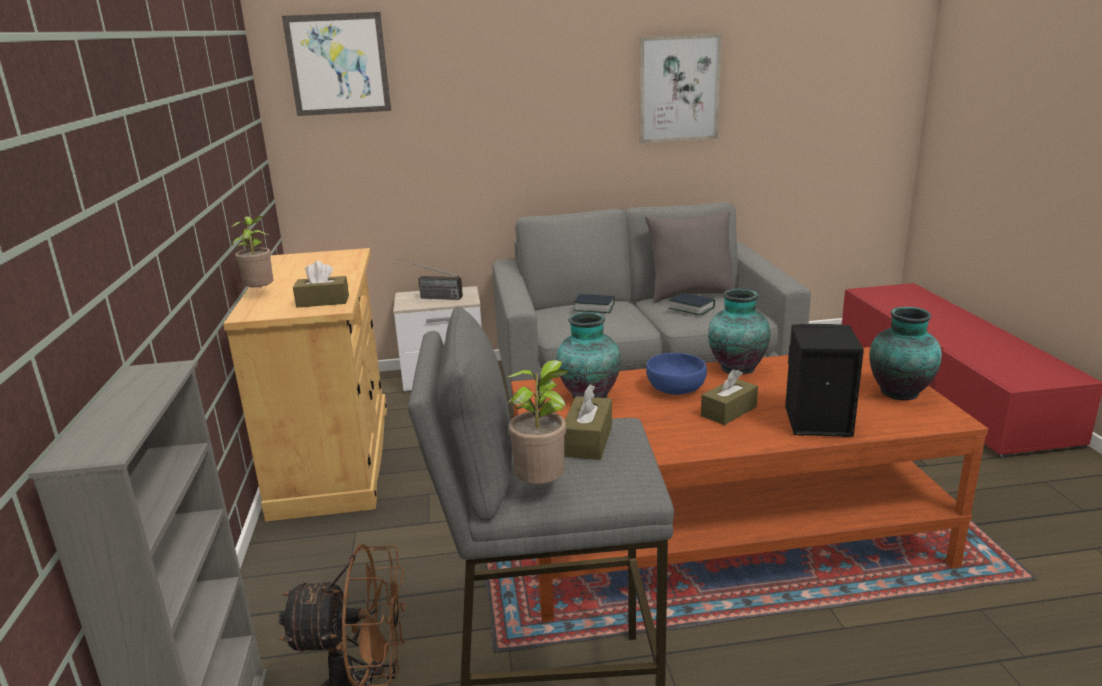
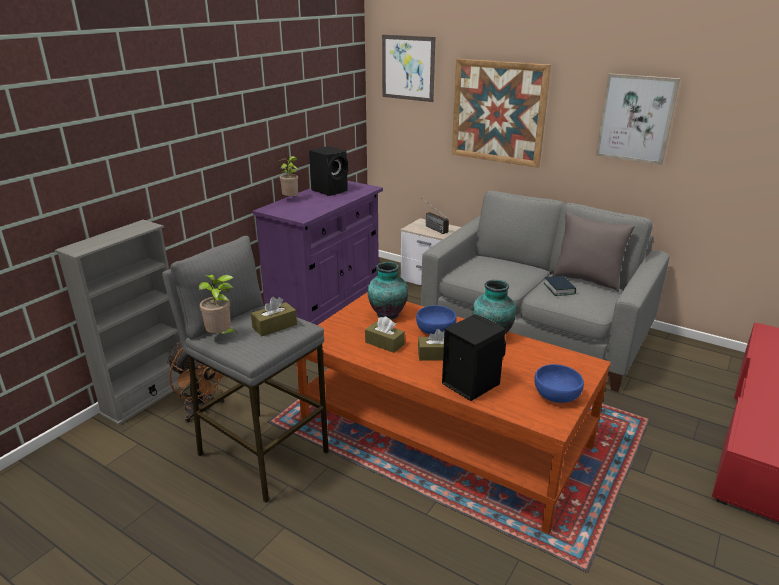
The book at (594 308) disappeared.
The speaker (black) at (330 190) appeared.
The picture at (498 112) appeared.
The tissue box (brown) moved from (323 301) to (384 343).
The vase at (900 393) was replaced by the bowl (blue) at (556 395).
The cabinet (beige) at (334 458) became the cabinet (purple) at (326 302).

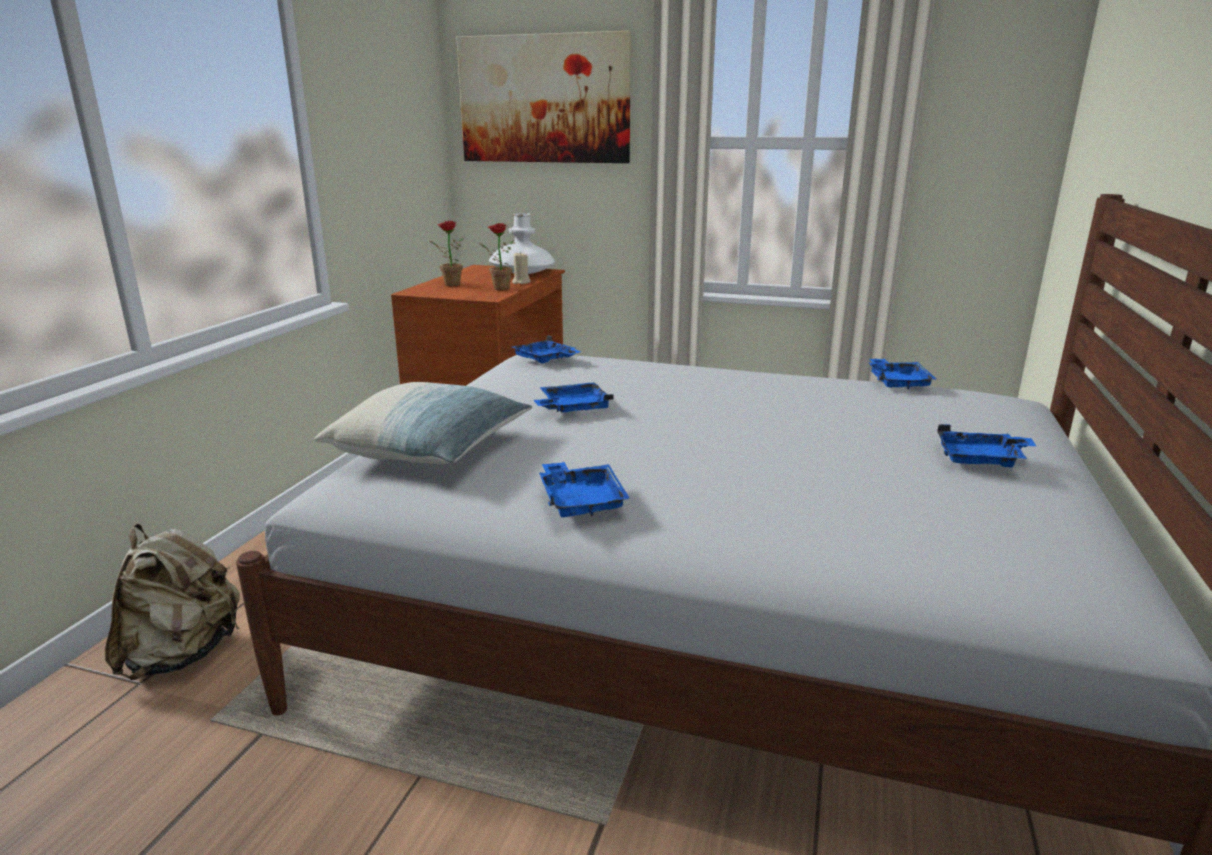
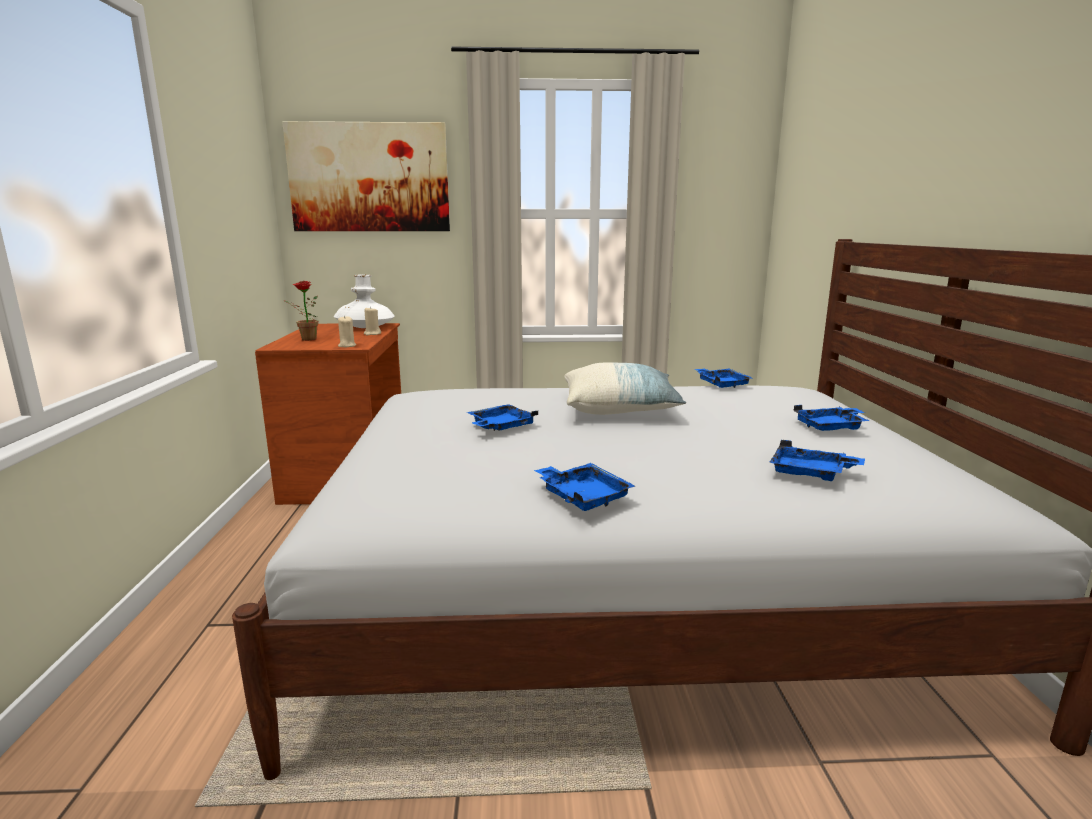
The backpack (beige) at (182 654) disappeared.
The potted plant at (498 288) disappeared.
The candle (beige) at (347 346) appeared.
The pillow moved from (431 450) to (620 409).
The tray (blue) moved from (545 359) to (811 473).

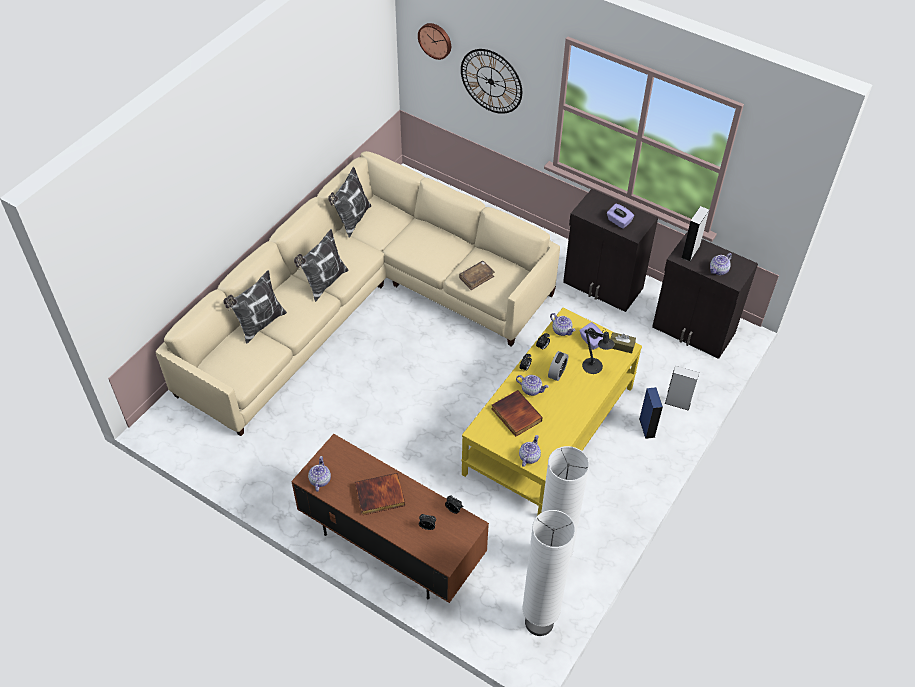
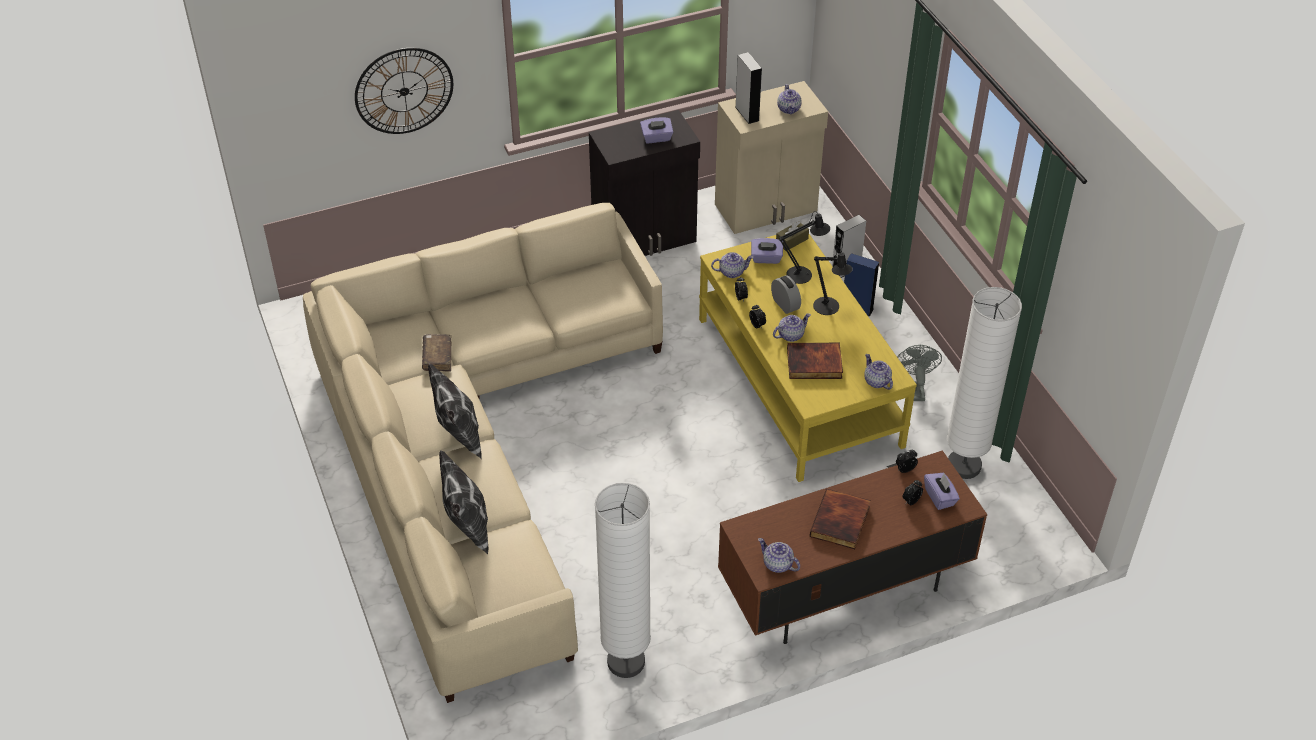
The pillow at (352 220) disappeared.
The wall clock at (435 40) disappeared.
The table lamp (black) at (828 308) appeared.
The fan (grey) at (915 388) appeared.
The tissue box (purple) at (940 497) appeared.
The book (brown) moved from (476 278) to (437 357).
The floor lamp (white) moved from (539 622) to (626 662).
The cabinet (black) at (693 331) became the cabinet (beige) at (767 208).

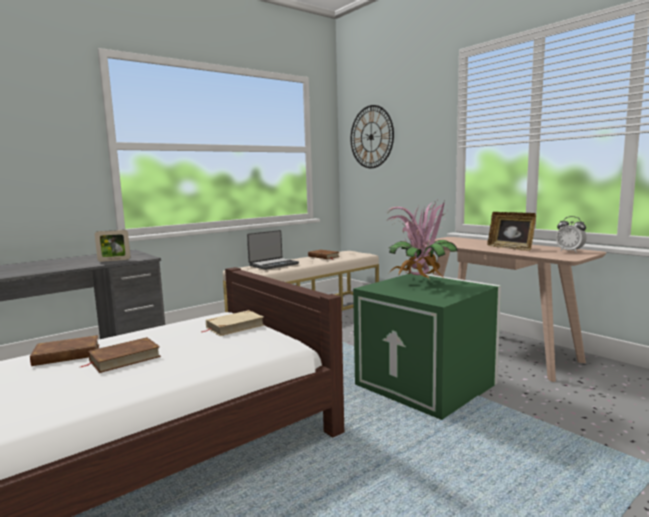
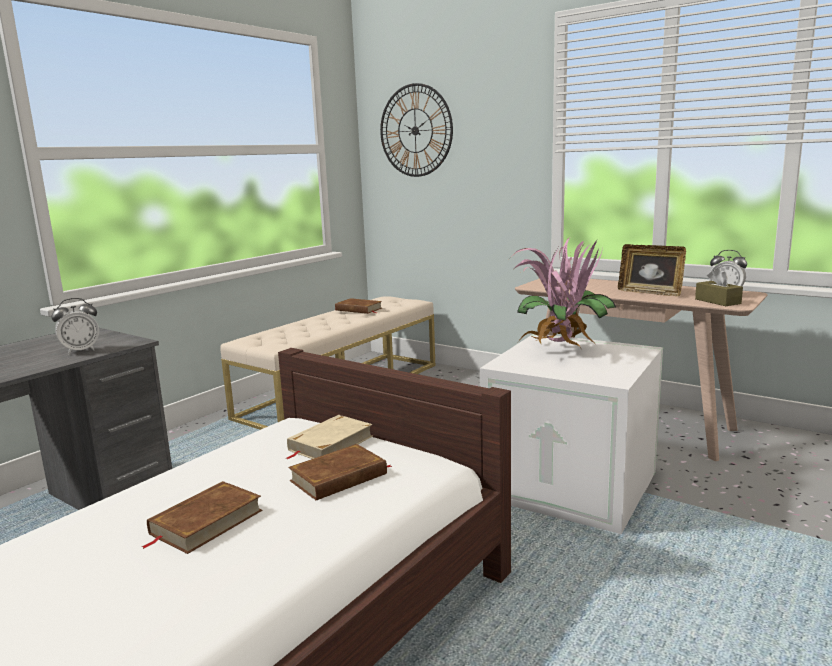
The laptop at (273 264) disappeared.
The tissue box (brown) at (717 301) appeared.
The book (brown) moved from (67 355) to (339 477).
The picture frame at (114 260) was replaced by the alarm clock at (80 351).
The storage box (green) at (428 384) became the storage box (white) at (574 485).

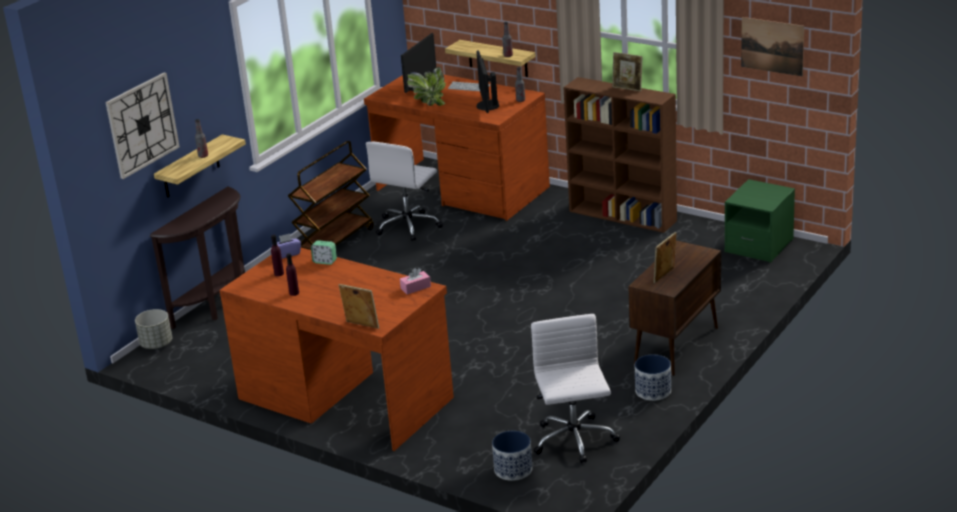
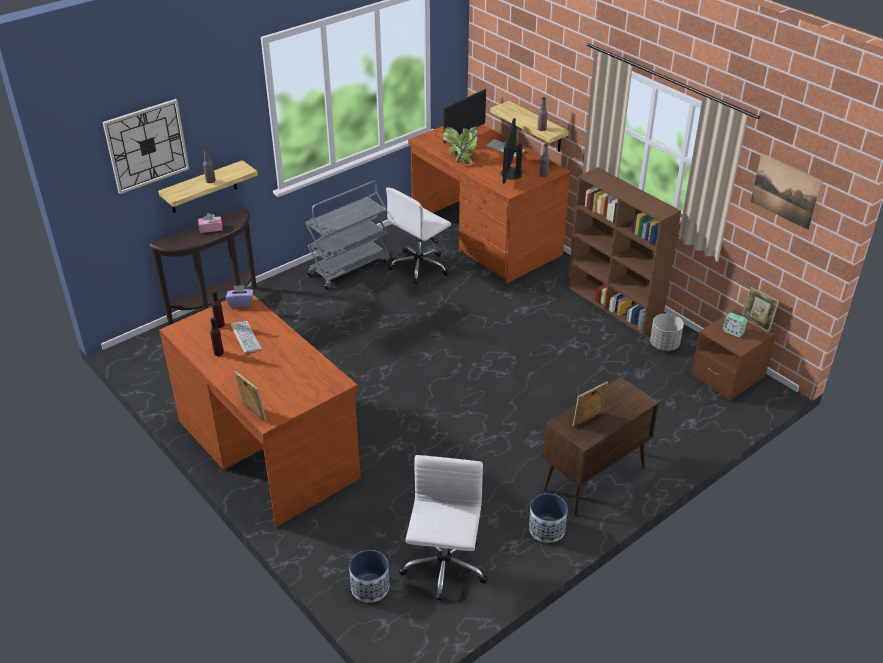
The keyboard at (246 337) appeared.
The planter (grey) moved from (156 344) to (664 345).
The alarm clock moved from (325 261) to (733 332).
The tissue box (pink) moved from (415 287) to (211 228).
The picture frame moved from (627 89) to (756 324).
The cart (brown) at (334 242) became the cart (grey) at (349 267).
The nightstand (green) at (759 246) became the nightstand (brown) at (727 376).

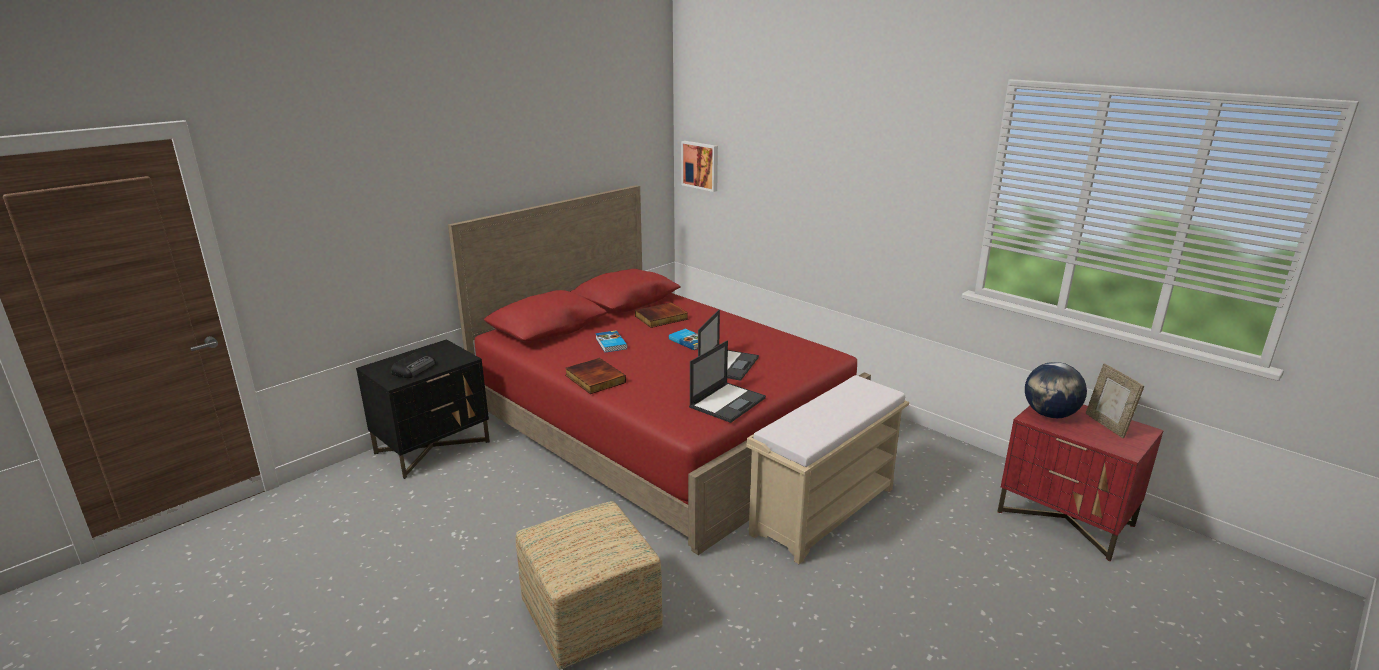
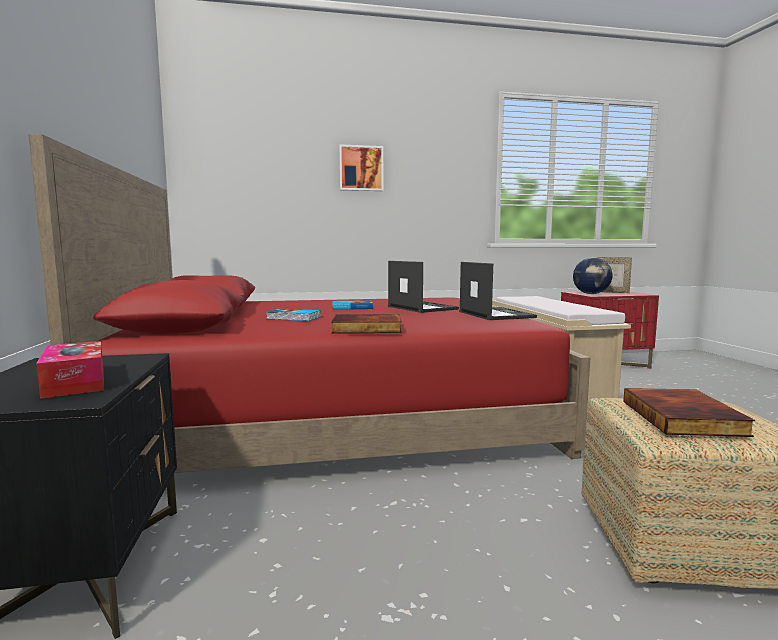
The book moved from (661 318) to (684 418).
The picture moved from (701 165) to (361 168).
The radio at (414 369) was replaced by the tissue box at (75 382).

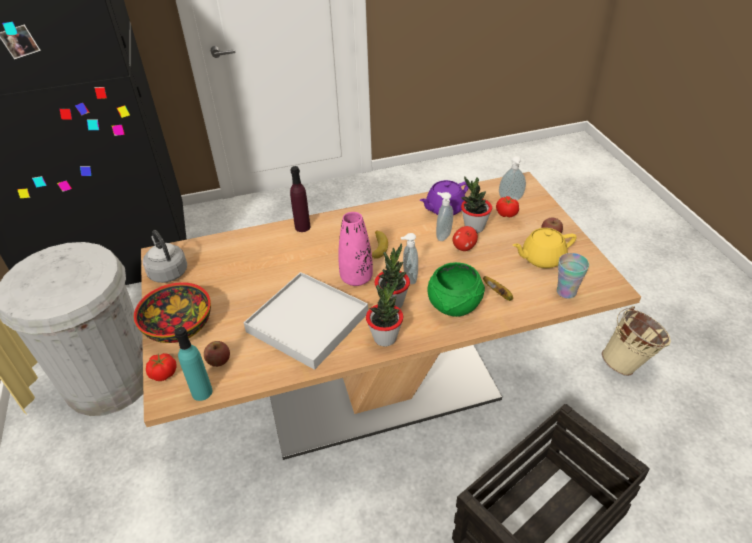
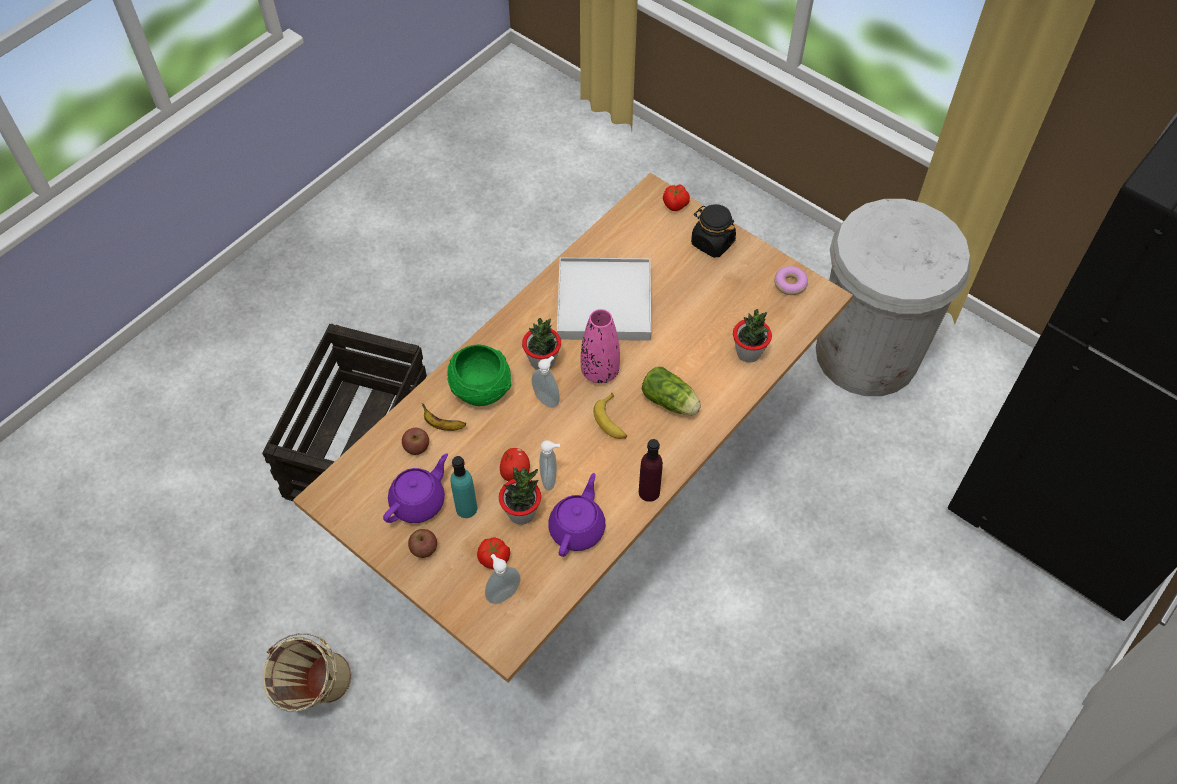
The cup at (566 292) disappeared.
The lettuce at (671 402) appeared.
The bottle (turquoise) moved from (202 392) to (466 508).
The apple moved from (219 360) to (416 447).
The bottle (purple) moved from (302 227) to (649 492).
The potted plant moved from (385 338) to (748 353).
The bowl at (178 326) was replaced by the jar (black) at (712 242).
The kettle (grey) at (167 272) was replaced by the donut at (790 284).
The teapot (yellow) at (541 258) became the teapot (purple) at (419 501).

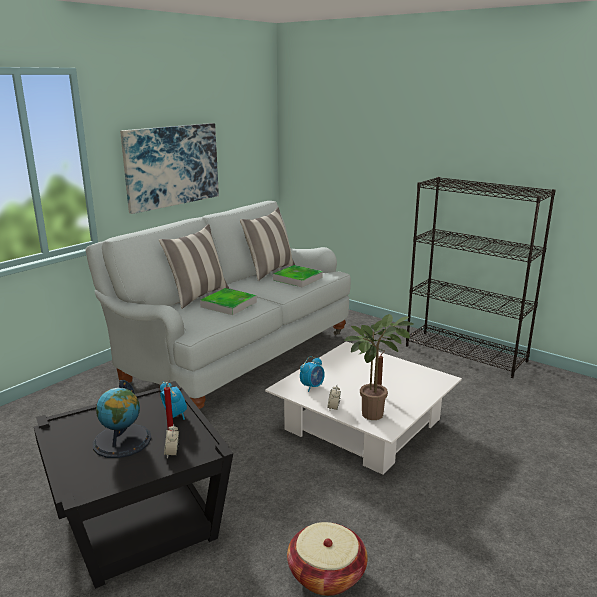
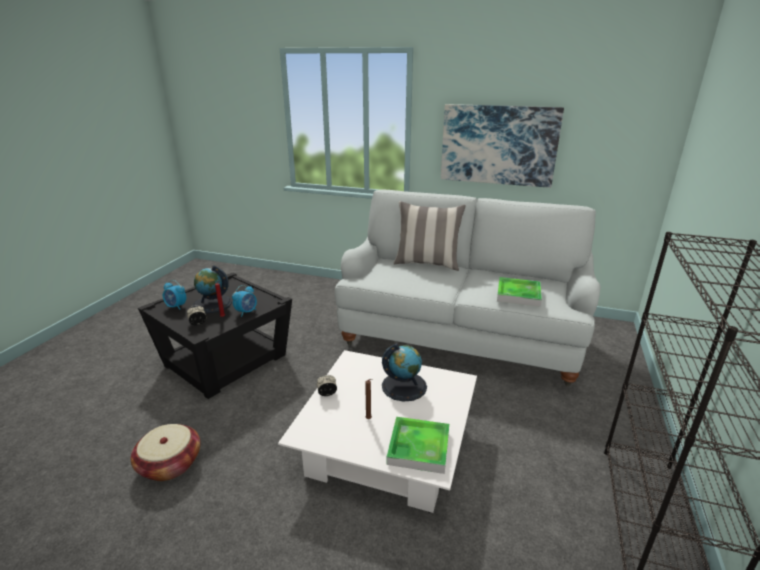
The pillow at (269 271) disappeared.
The potted plant at (374 412) disappeared.
The globe at (404 386) appeared.
The tray moved from (228 304) to (418 447).
The alarm clock moved from (312 386) to (176 307).

